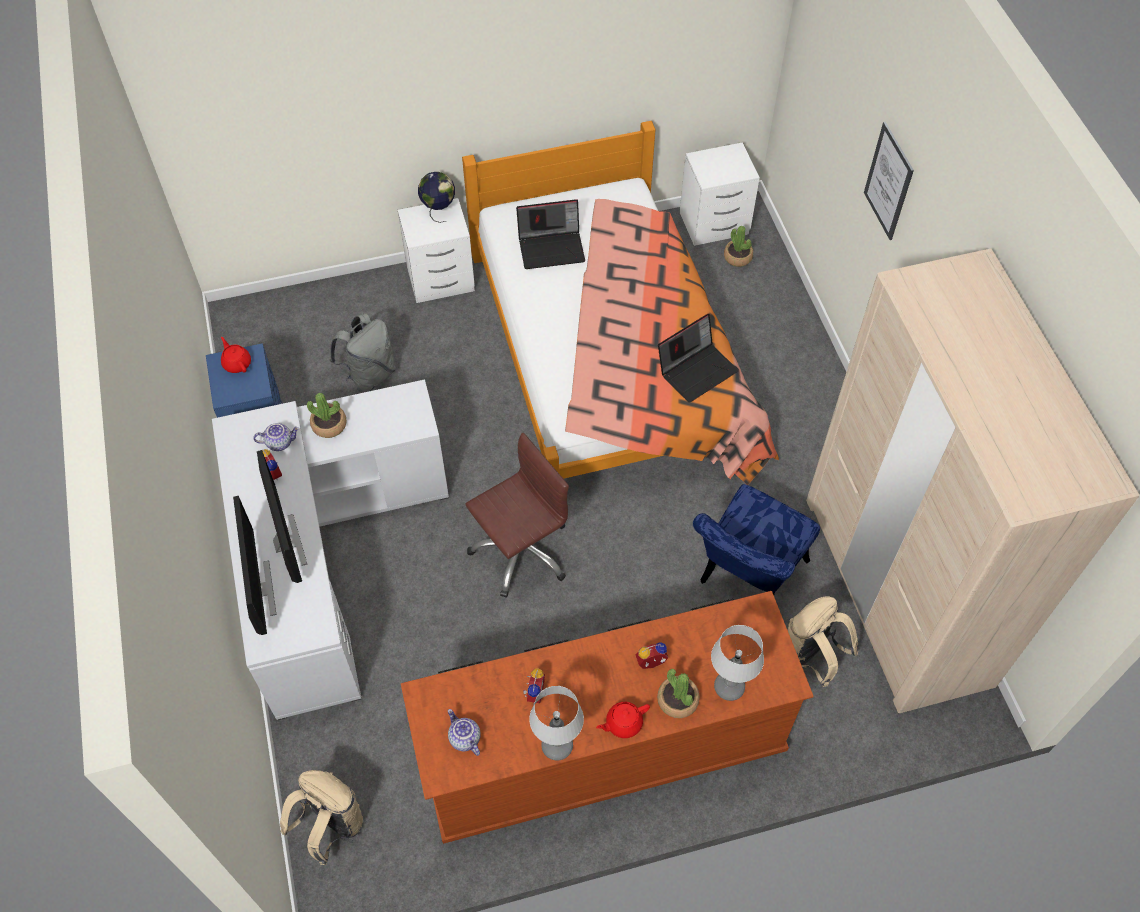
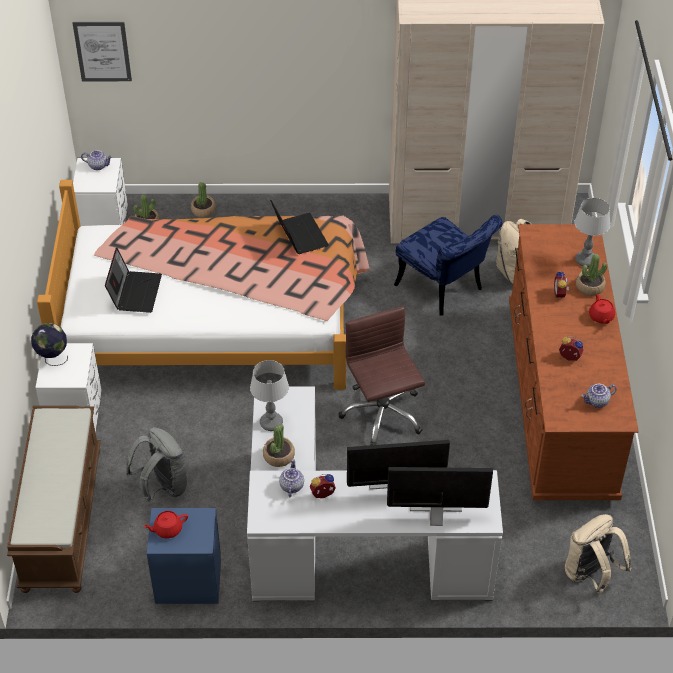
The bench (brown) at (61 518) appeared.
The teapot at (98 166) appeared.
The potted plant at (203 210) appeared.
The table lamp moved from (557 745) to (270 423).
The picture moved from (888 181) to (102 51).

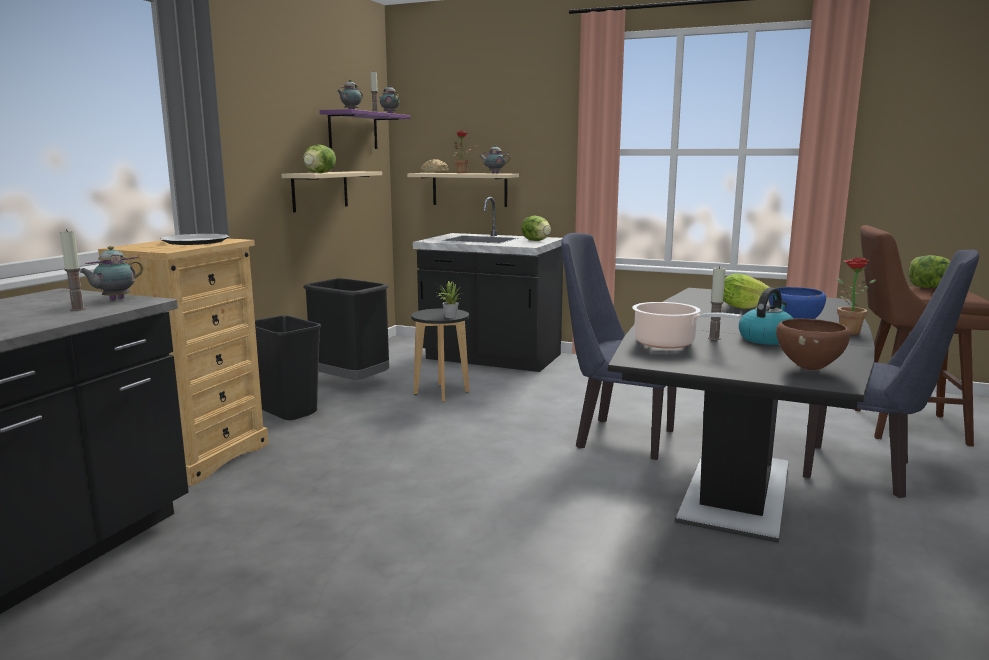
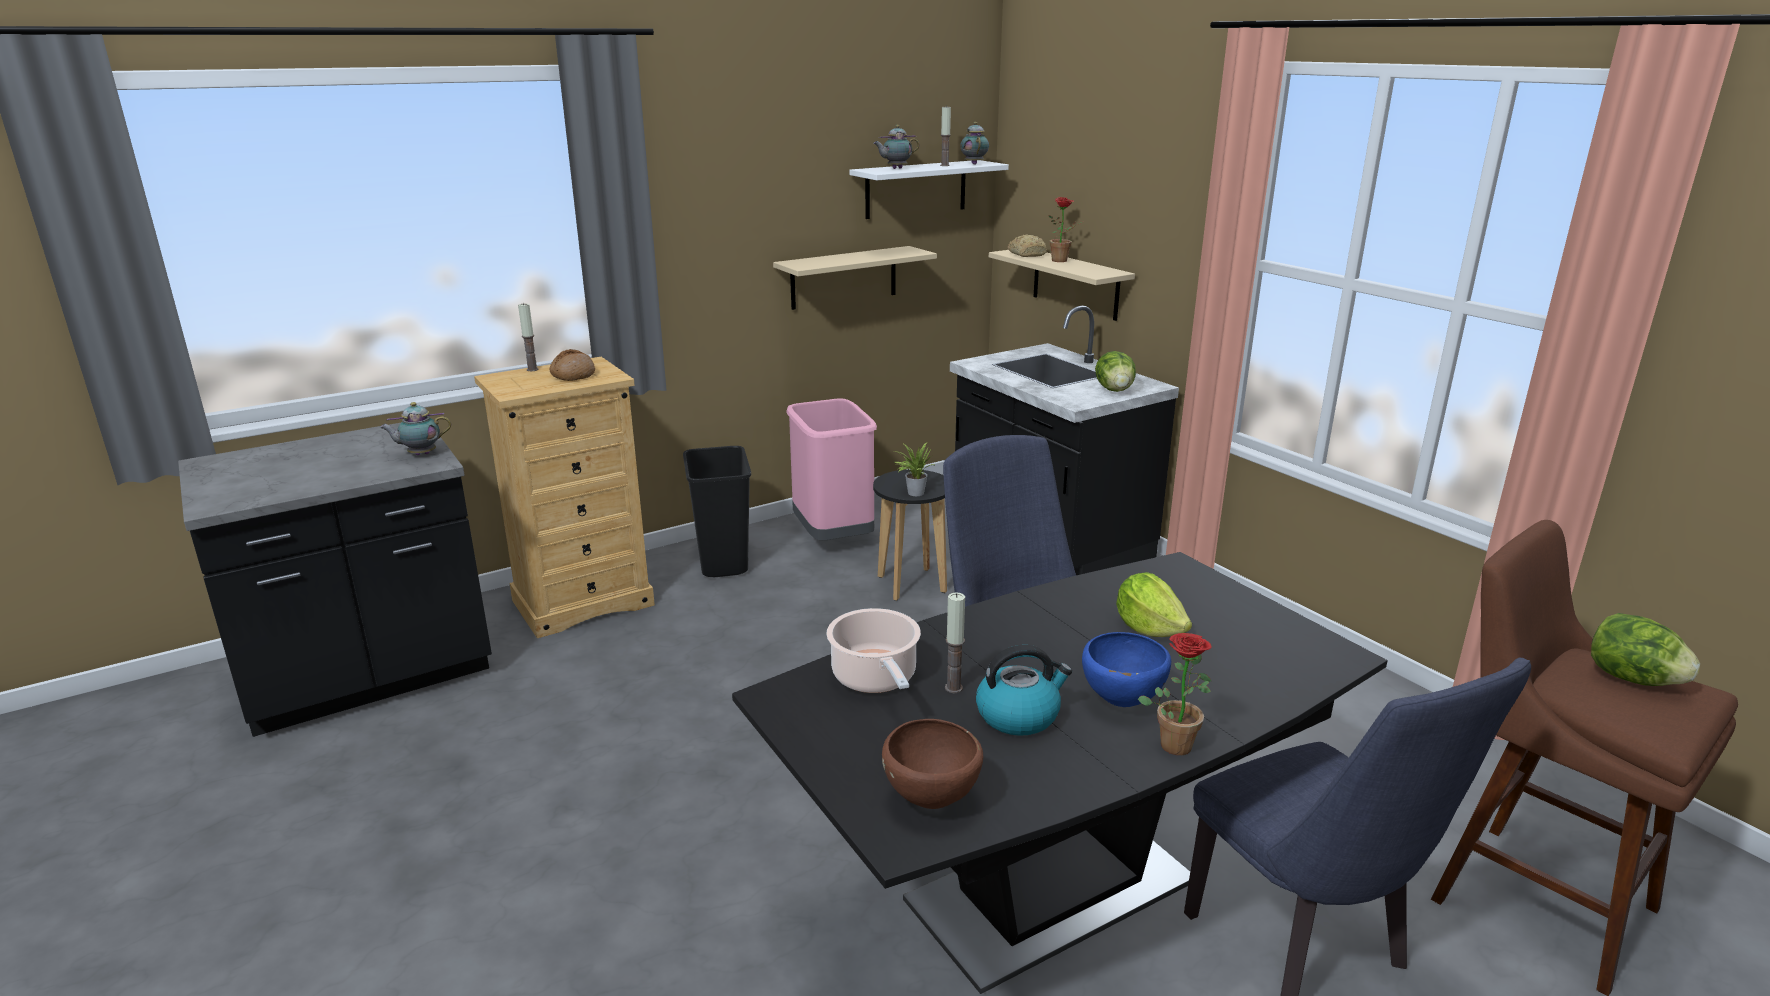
The lettuce at (319 173) disappeared.
The teapot at (494 173) disappeared.
The candle moved from (77 309) to (532 369).
The plate at (195 242) was replaced by the bread at (573 375).
The trash can (black) at (350 383) became the trash can (pink) at (832 537).
The shelf (purple) at (353 130) became the shelf (white) at (916 189).

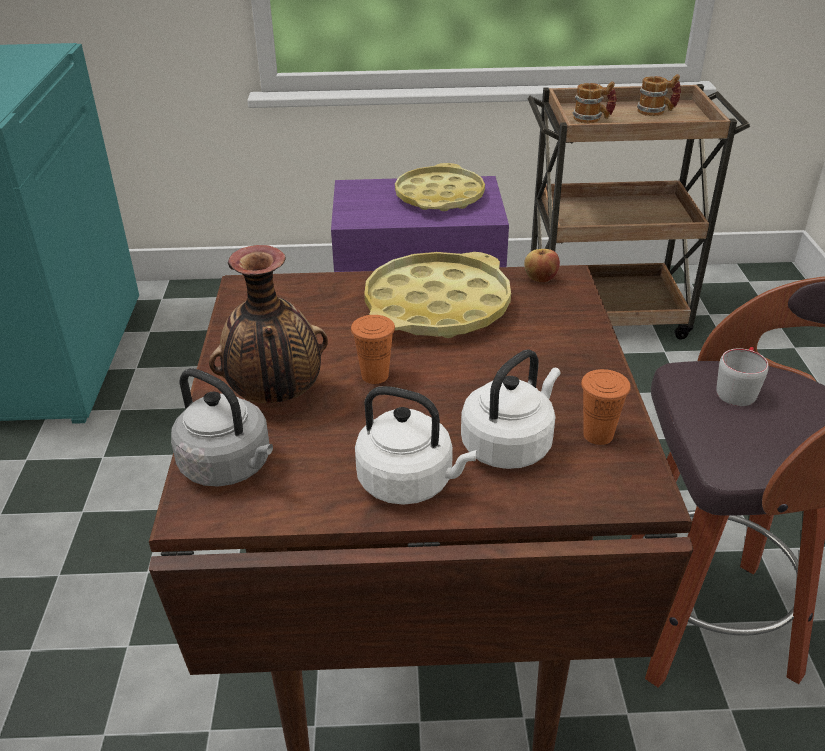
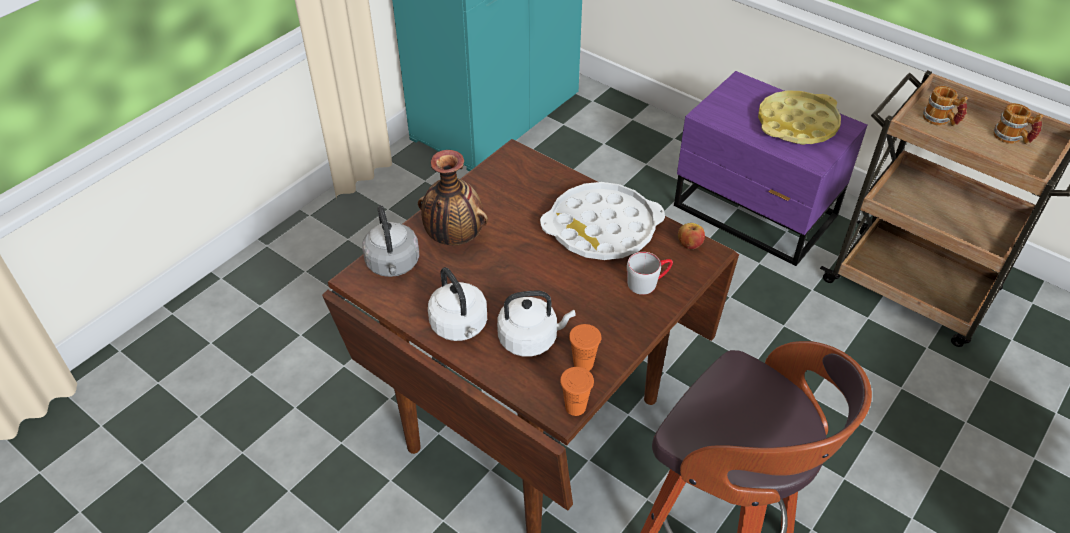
The cup (orange) moved from (375 375) to (575 407).
The mug (grey) moved from (737 389) to (648 282).
The tray (yellow) at (437 306) became the tray (white) at (602 229).

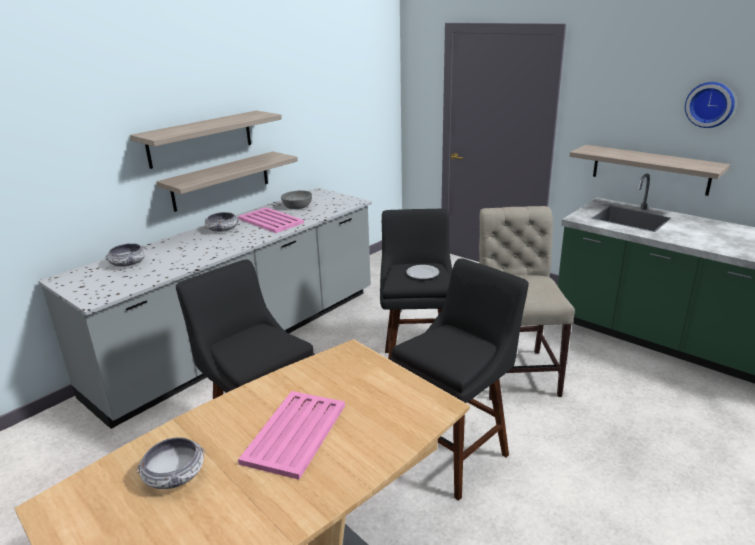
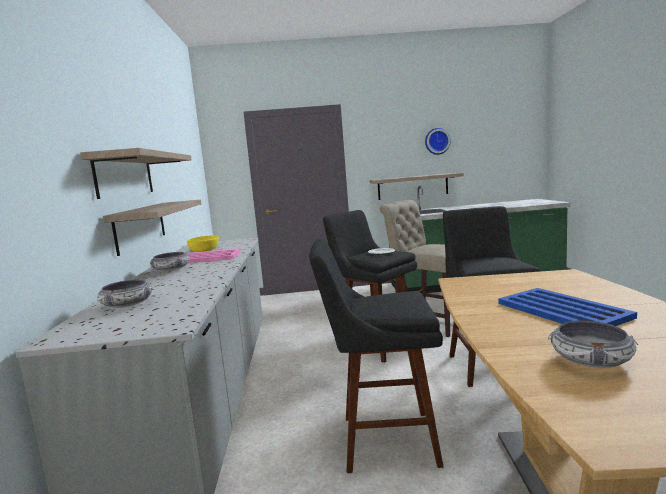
The tray (pink) at (296 432) became the tray (blue) at (561 310).
The bowl (grey) at (297 207) became the bowl (yellow) at (204 250).

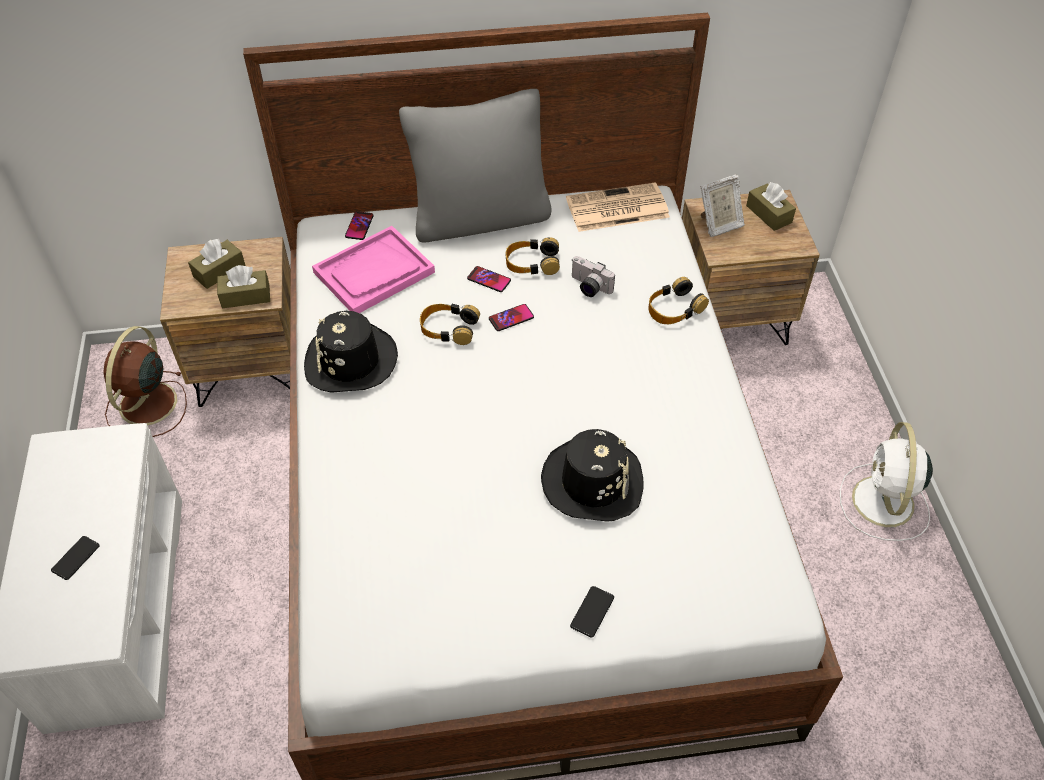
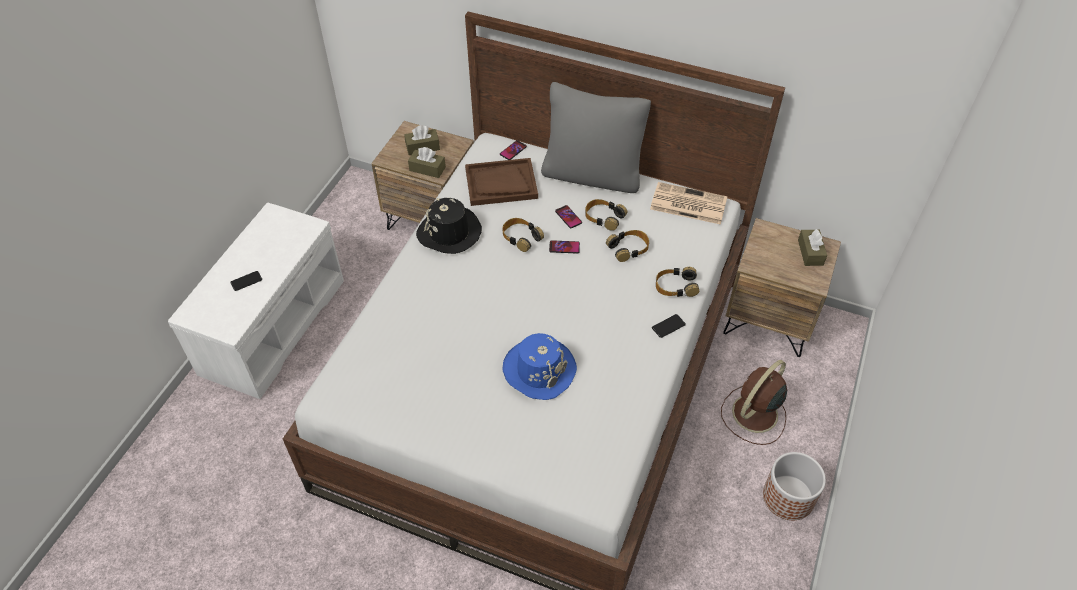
The picture frame at (719 225) disappeared.
The fan (brown) moved from (147 405) to (753 414).
The phone moved from (592 612) to (668 326).
The photo camera at (588 287) was replaced by the headphones at (628 248).
The fan (white) at (883 504) was replaced by the planter at (788 497).
The tray (pink) at (374 273) became the tray (brown) at (501 184).
The hat (black) at (592 481) became the hat (blue) at (539 370).

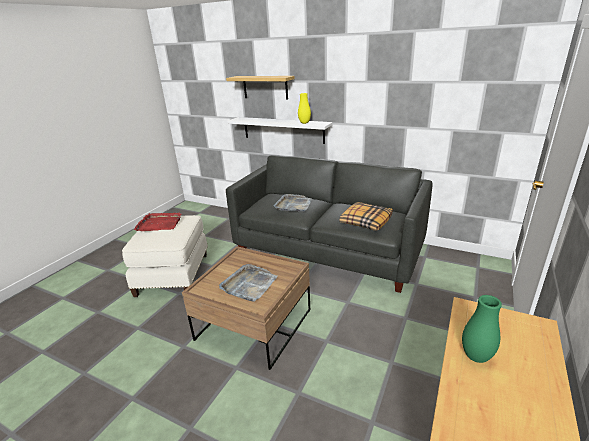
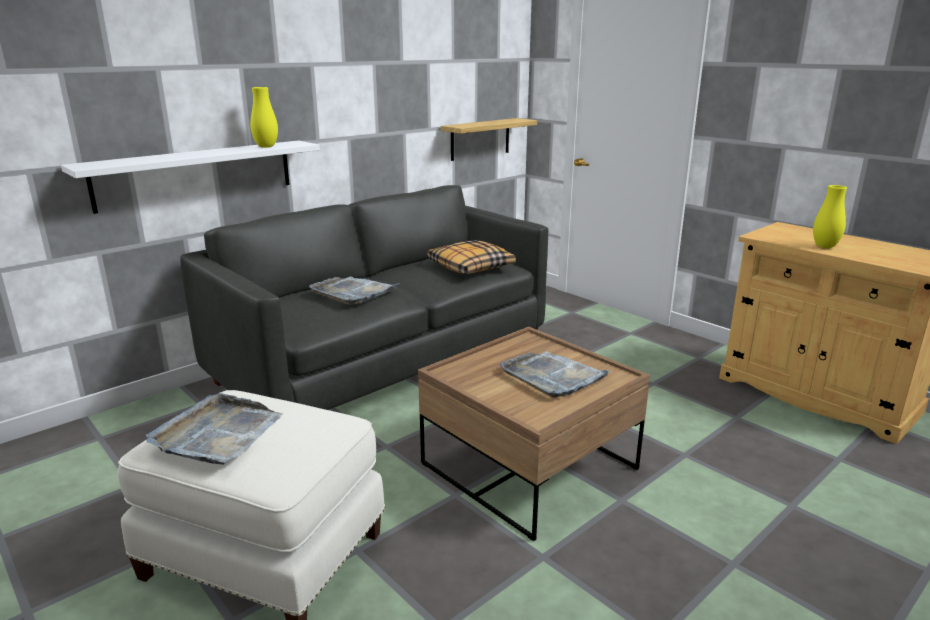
The shelf moved from (265 87) to (480 139).
The tray (red) at (159 223) became the tray (grey) at (217 434).
The vase (green) at (476 356) became the vase (yellow) at (825 246).

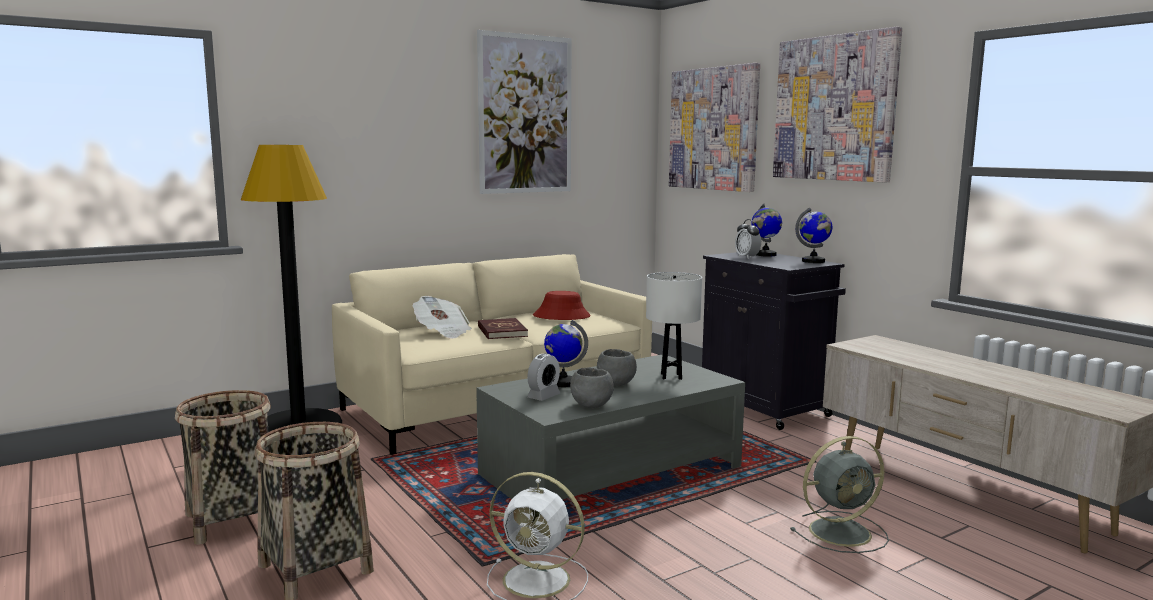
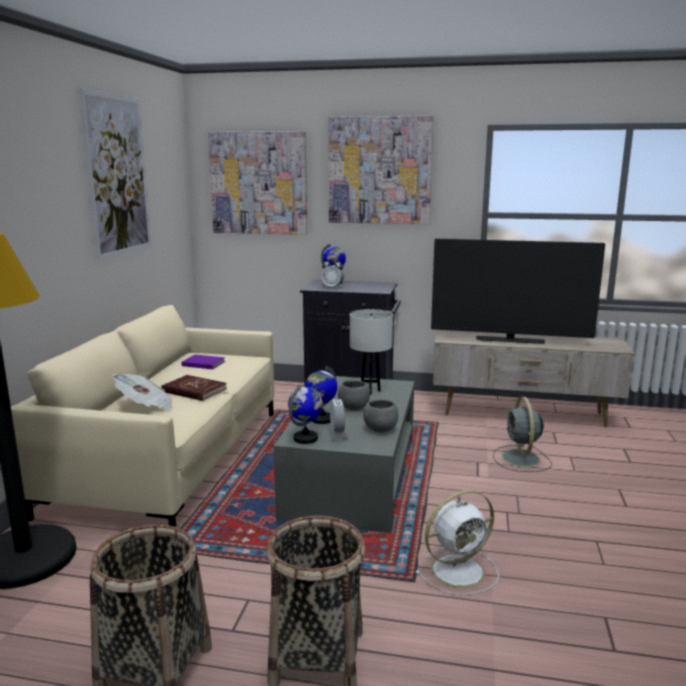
The television at (510 340) appeared.
The globe moved from (813 261) to (306 438).
The hat (red) at (561 316) was replaced by the book (purple) at (203 363).
The fan (grey) at (842 532) turned 150 degrees clockwise.

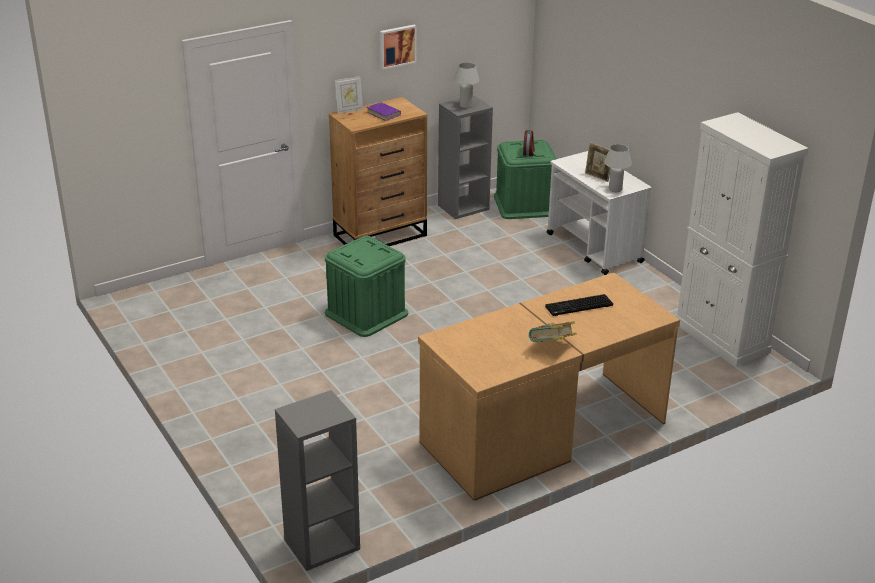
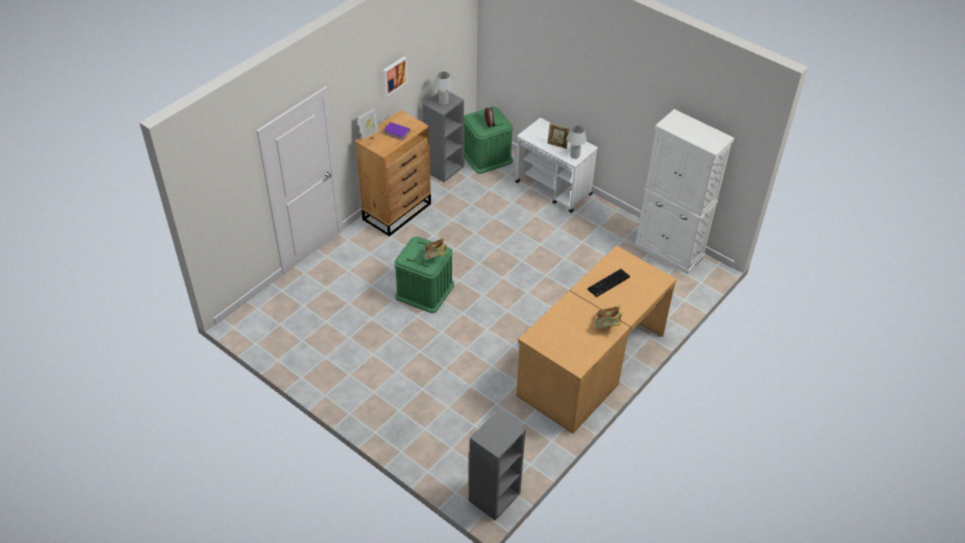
The book at (435 257) appeared.

